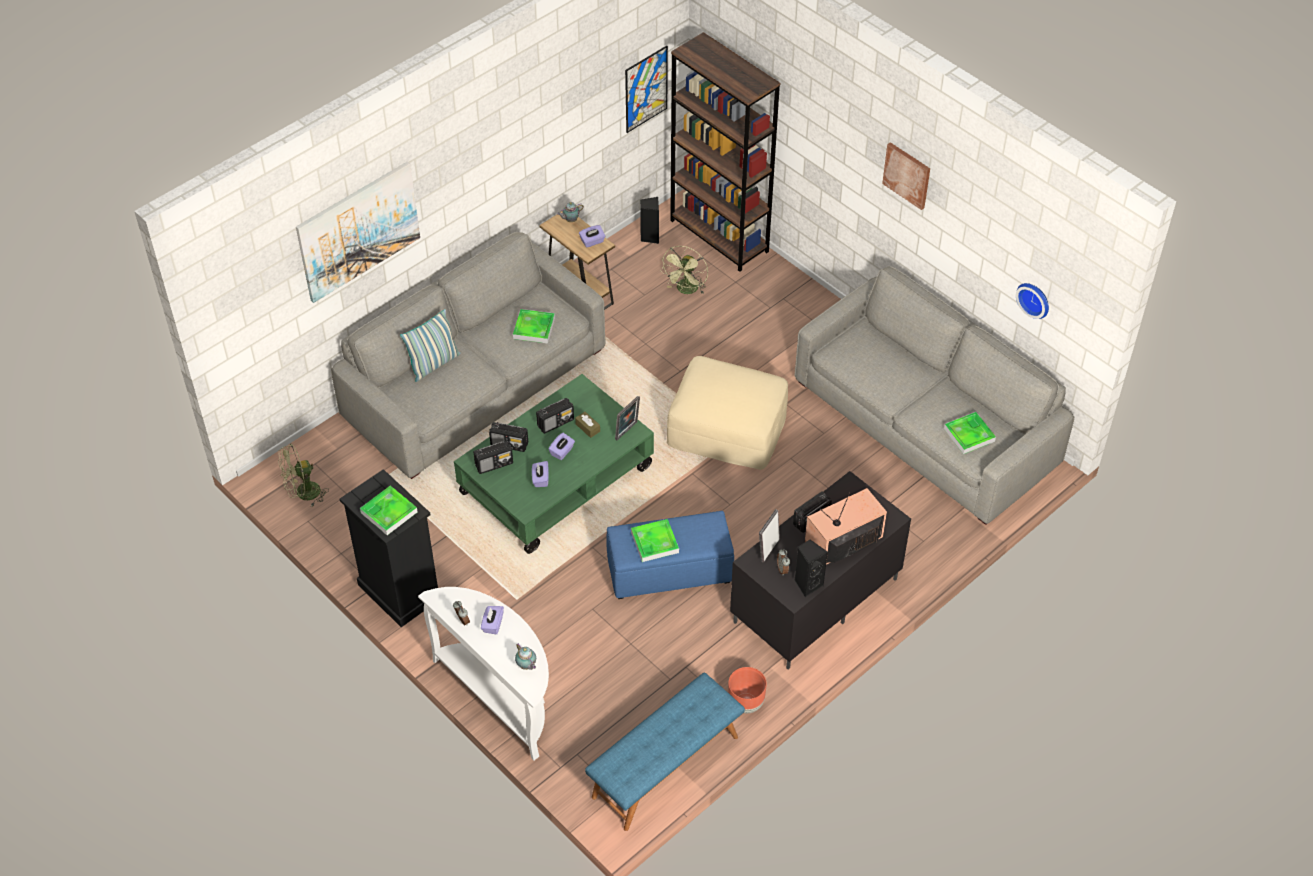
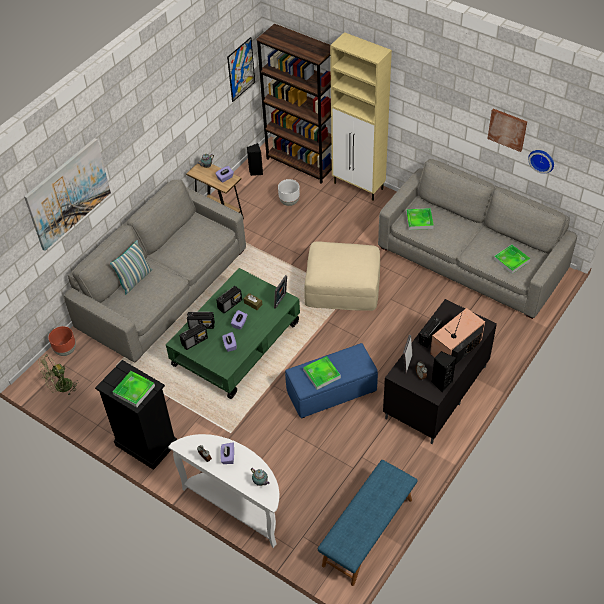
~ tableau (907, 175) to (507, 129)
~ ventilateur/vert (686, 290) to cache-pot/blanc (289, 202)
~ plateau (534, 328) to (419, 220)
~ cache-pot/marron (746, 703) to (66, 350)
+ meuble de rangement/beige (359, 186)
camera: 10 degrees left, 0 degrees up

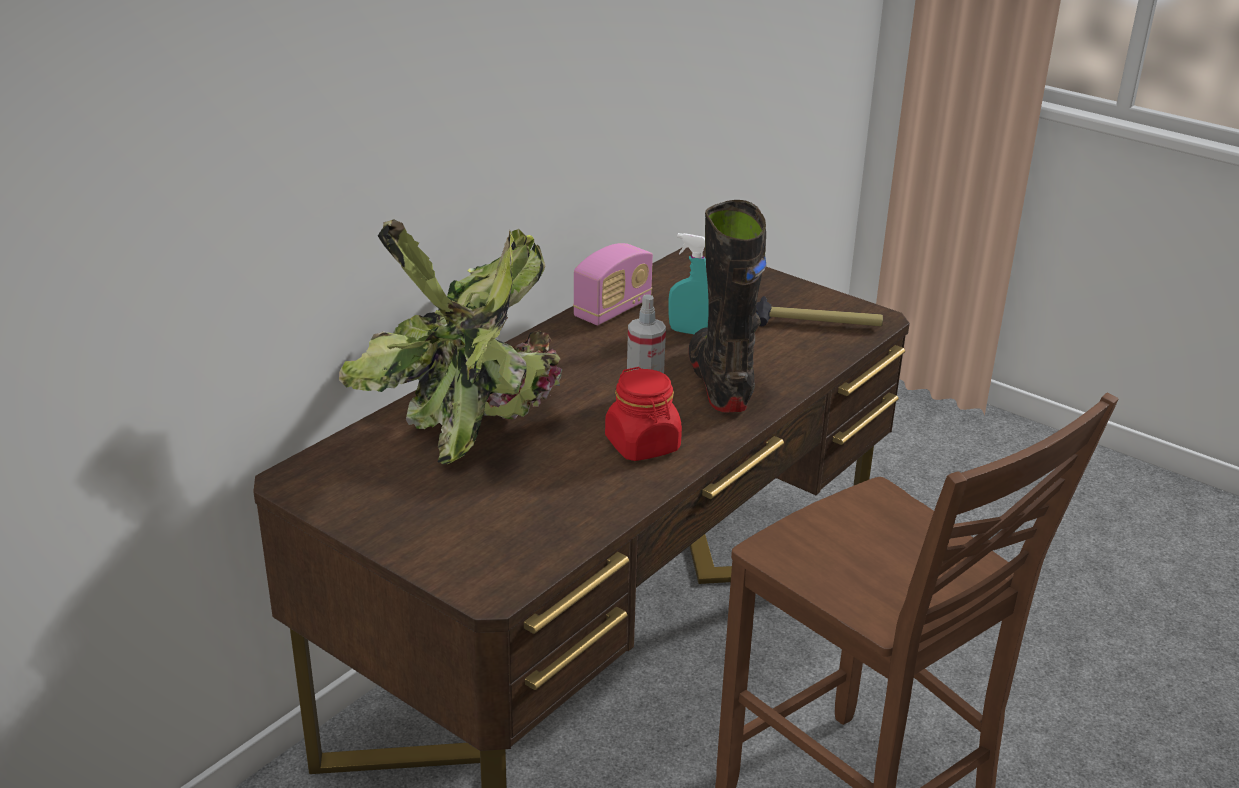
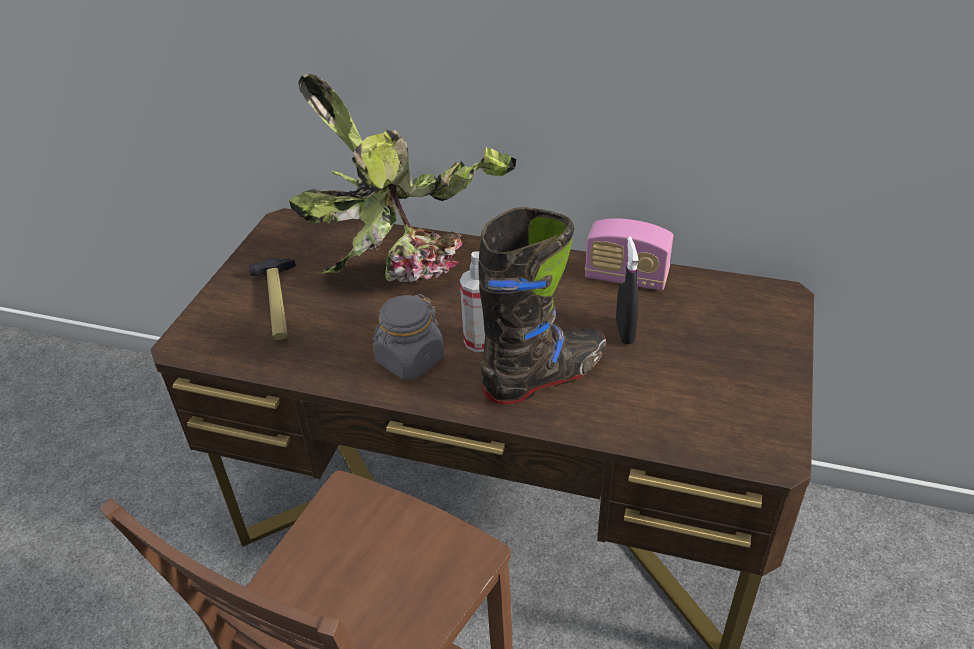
~ vaporisateur/turquoise (689, 332) to vaporisateur/noir (624, 332)
~ marteau (817, 323) to (277, 304)
~ bocal/rouge (643, 445) to bocal/gris (410, 360)
camera: 70 degrees right, 10 degrees up

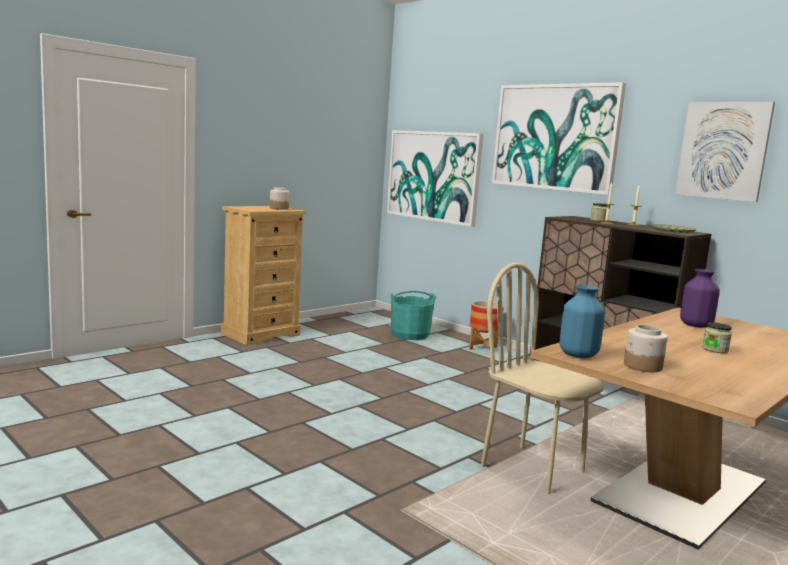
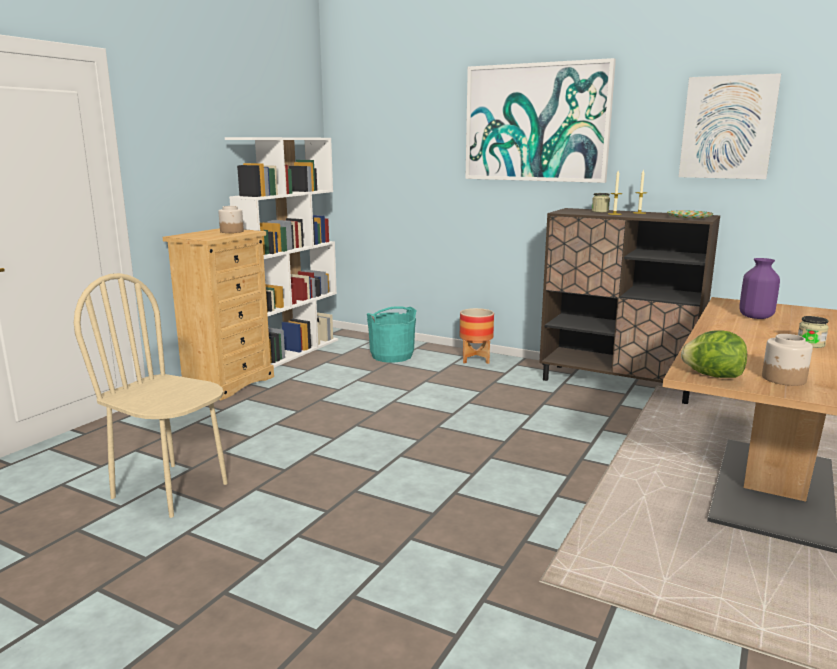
- tableau (433, 176)
~ chaise/beige (533, 469) to (171, 490)
~ vase/bleu (578, 355) to laitue (712, 376)
+ bibliothèque/blanc (293, 351)
camera: 15 degrees left, 5 degrees up

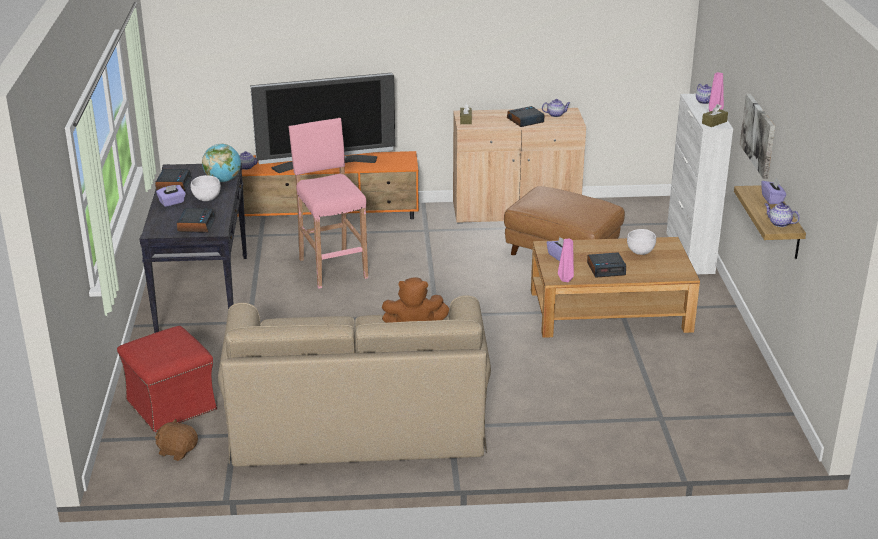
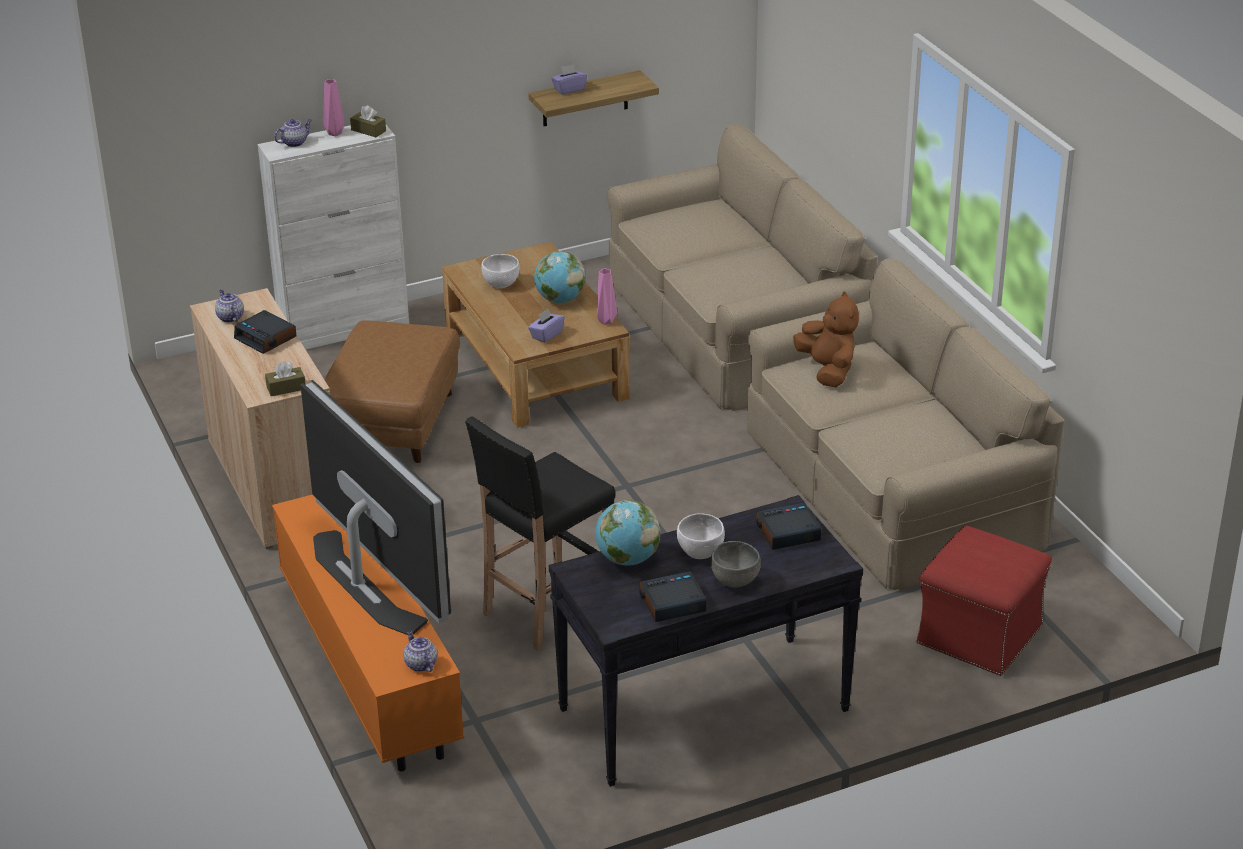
- tableau (759, 135)
~ tabouret/rose (332, 268) to tabouret/noir (546, 610)
~ boîte à mouchoirs/violet (172, 202) to bol/gris (734, 581)
- théière (779, 223)
~ réveil (606, 269) to globe (560, 299)
- peluche/marron (177, 451)
+ canapé/beige (735, 327)
camera: 110 degrees left, 5 degrees up

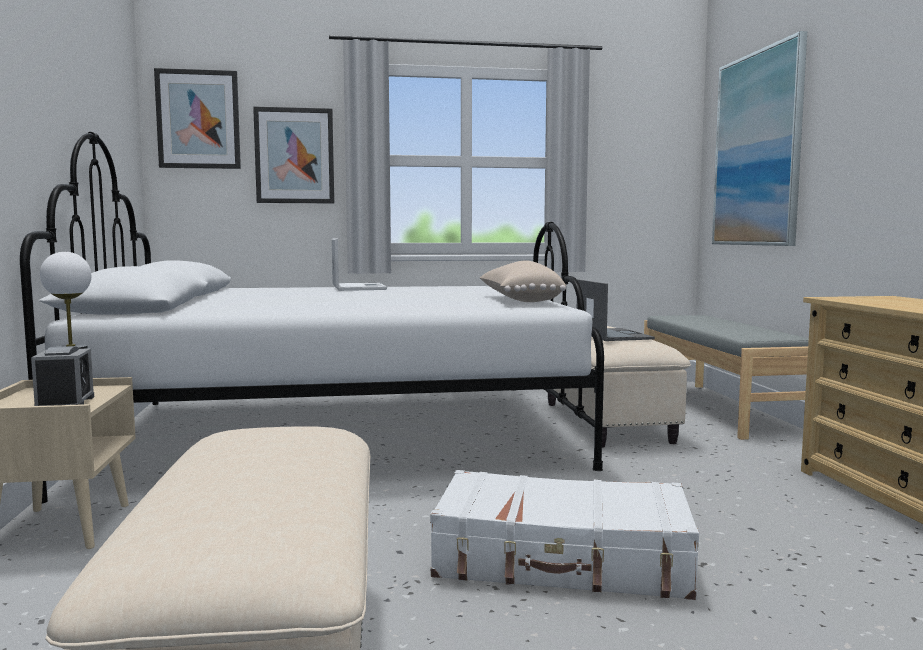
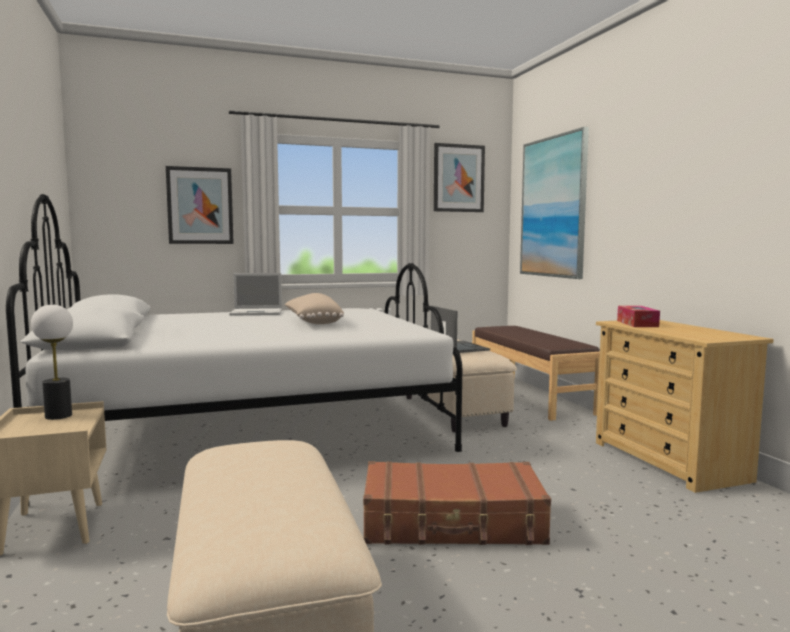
~ tableau (198, 119) to (458, 178)
~ ordinateur portable (358, 288) = (257, 312) 105 degrees clockwise
~ coussin/beige (519, 300) to (312, 322)
~ banc/gris (718, 409) to banc/marron (530, 396)
- réveil (65, 403)
~ valise/blanc (562, 560) to valise/marron (452, 523)
+ boîte à mouchoirs (637, 323)
camera: 10 degrees left, 0 degrees up

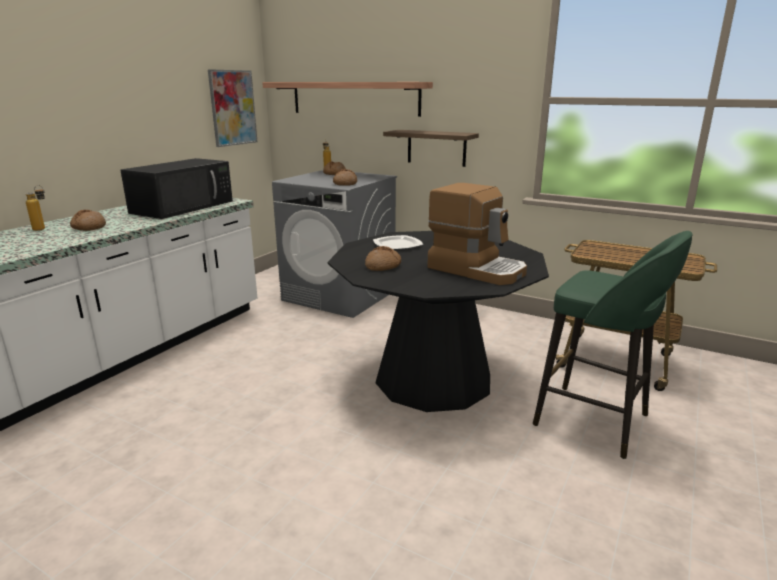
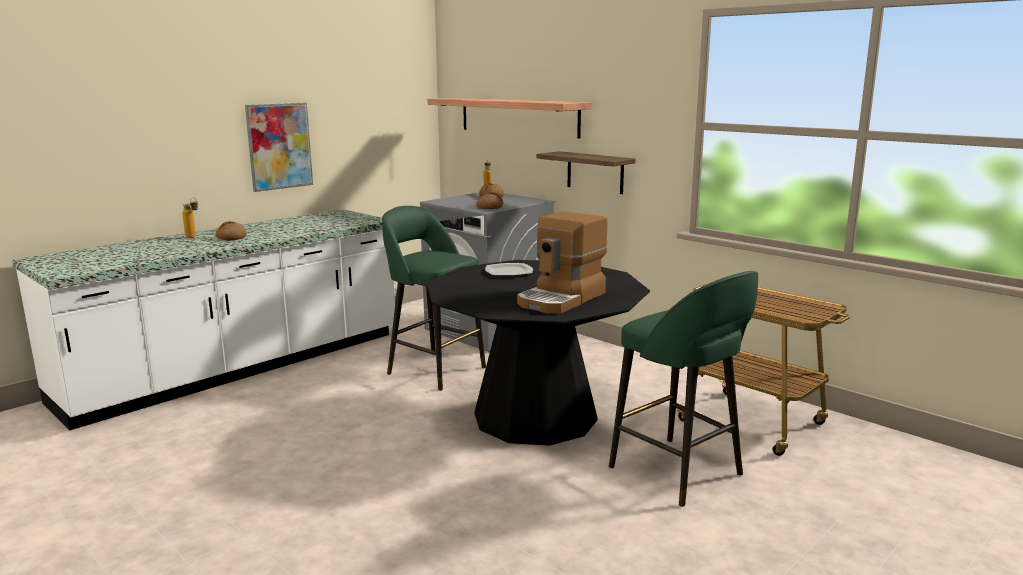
~ tableau (233, 108) to (279, 146)
- micro-ondes/noir (183, 206)
~ machine à café (477, 269) = (562, 299) 75 degrees clockwise
- pain (383, 266)
+ tabouret/vert (434, 370)
camera: 15 degrees right, 5 degrees down

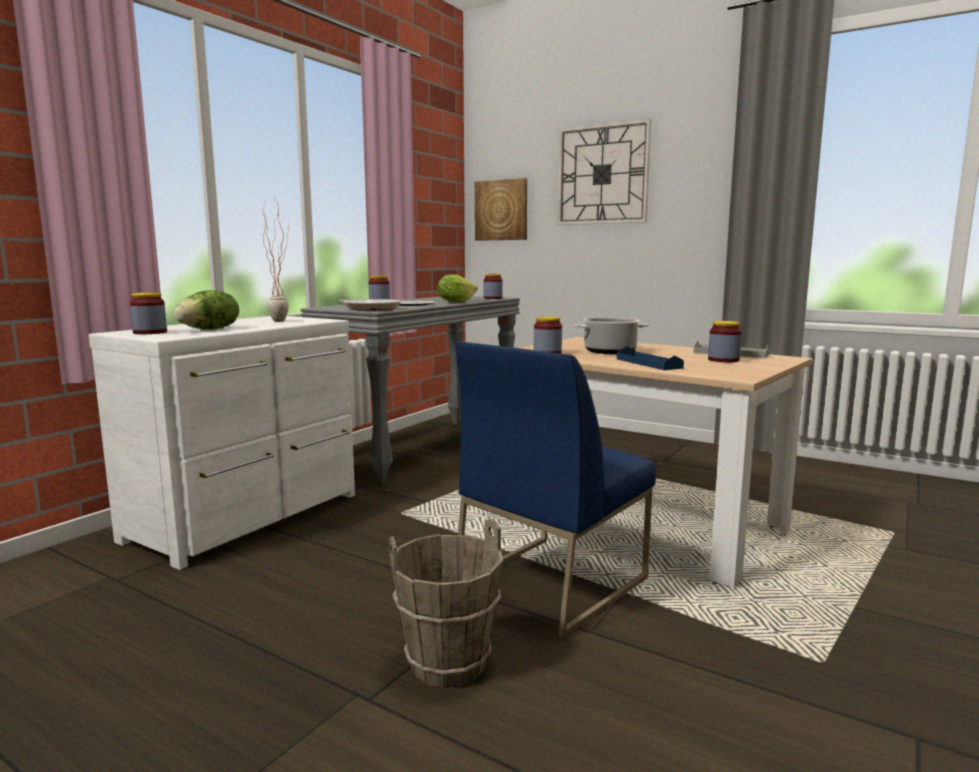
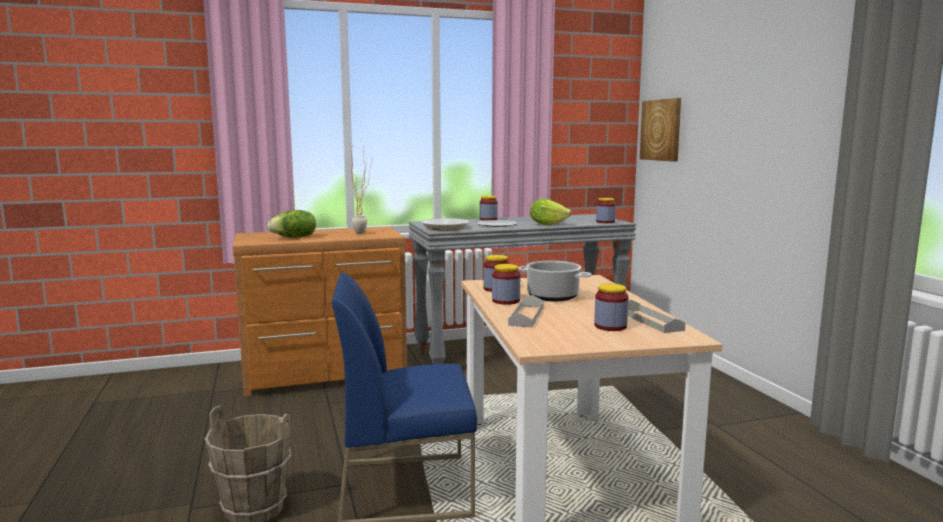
- horloge murale (602, 174)
~ bocal (150, 332) to (506, 301)
~ commode/blanc (250, 517) to commode/marron (326, 375)
~ plateau/bleu (648, 363) to plateau/gris (526, 316)
camera: 40 degrees right, 0 degrees up

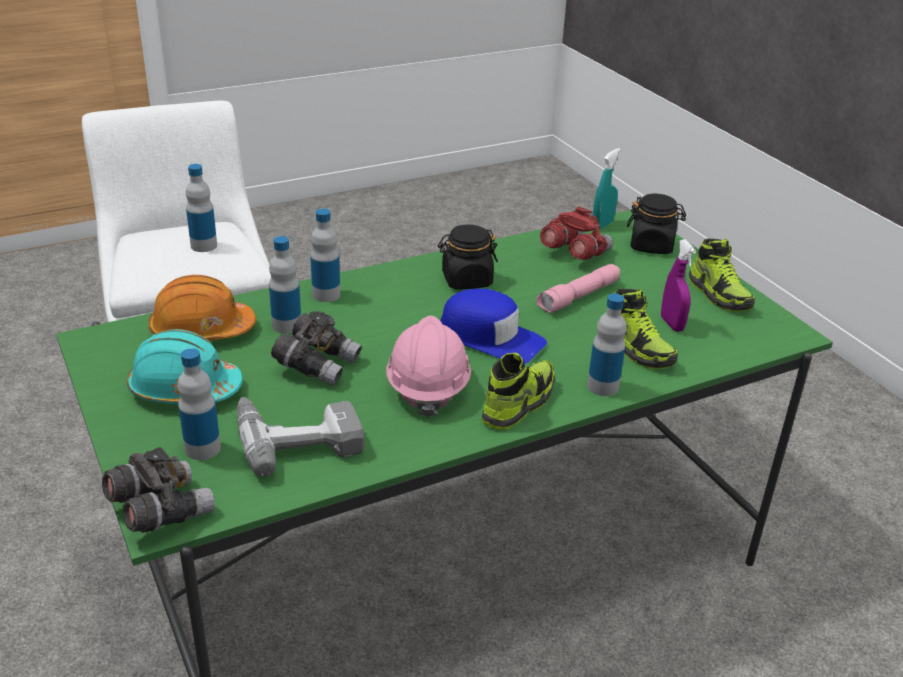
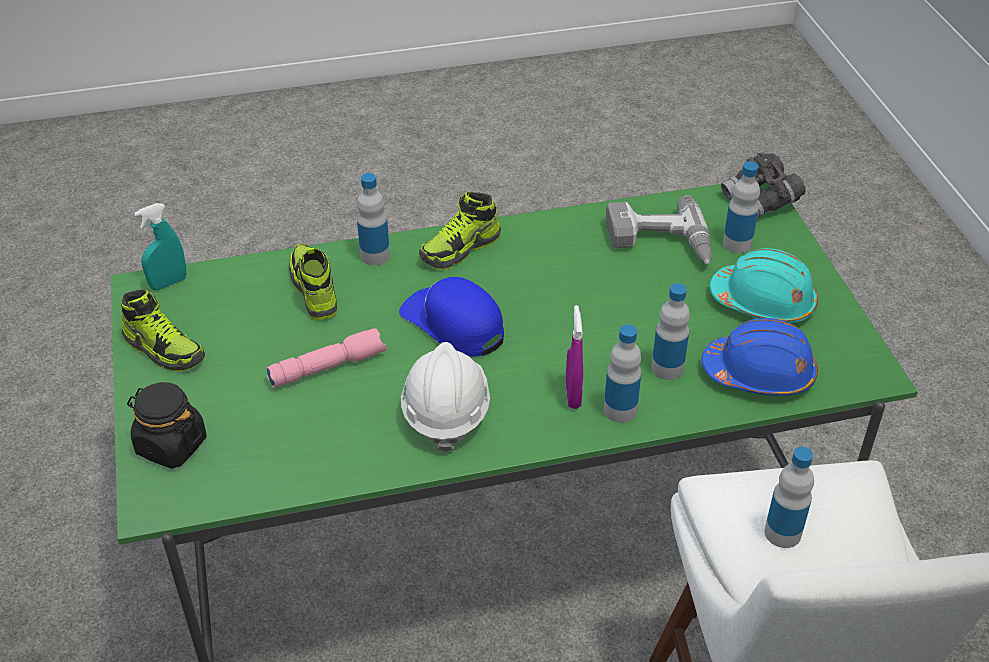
~ vaporisateur/turquoise (602, 225) to (168, 283)
- jumelles/rouge (574, 254)
~ bocal/noir (466, 280) to casque de chantier/blanc (445, 412)
~ vaporisateur/violet (672, 324) to (573, 395)
~ chaussure (719, 294) = (164, 349) 135 degrees clockwise
~ casque de chantier/orange (201, 330) to casque de chantier/bleu (759, 373)
- jumelles/gris (317, 365)
- casque de chantier/rose (427, 387)
camera: 165 degrees left, 10 degrees up

